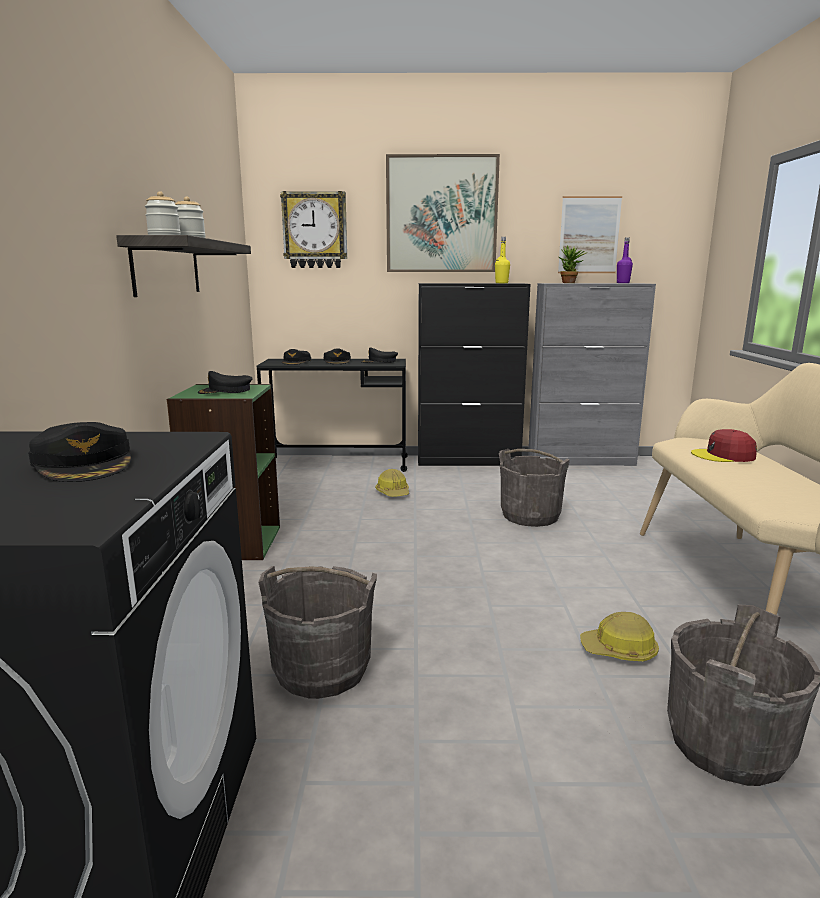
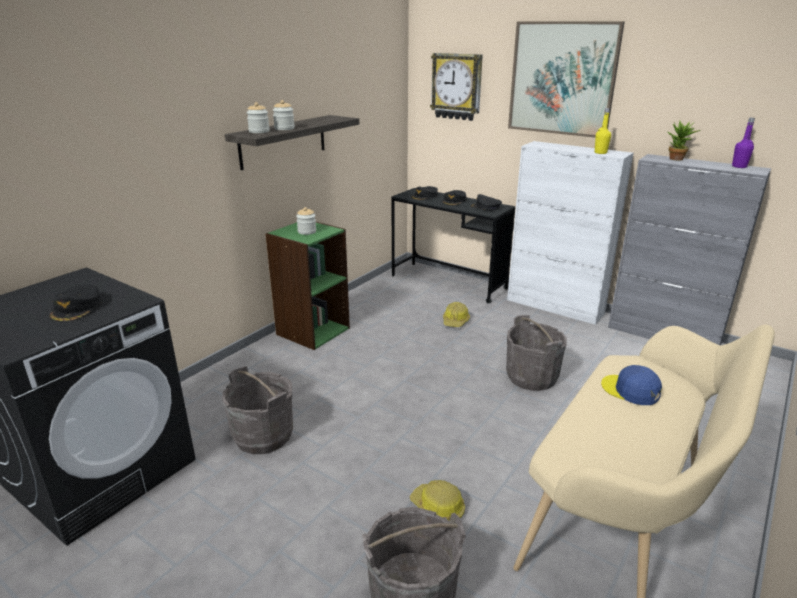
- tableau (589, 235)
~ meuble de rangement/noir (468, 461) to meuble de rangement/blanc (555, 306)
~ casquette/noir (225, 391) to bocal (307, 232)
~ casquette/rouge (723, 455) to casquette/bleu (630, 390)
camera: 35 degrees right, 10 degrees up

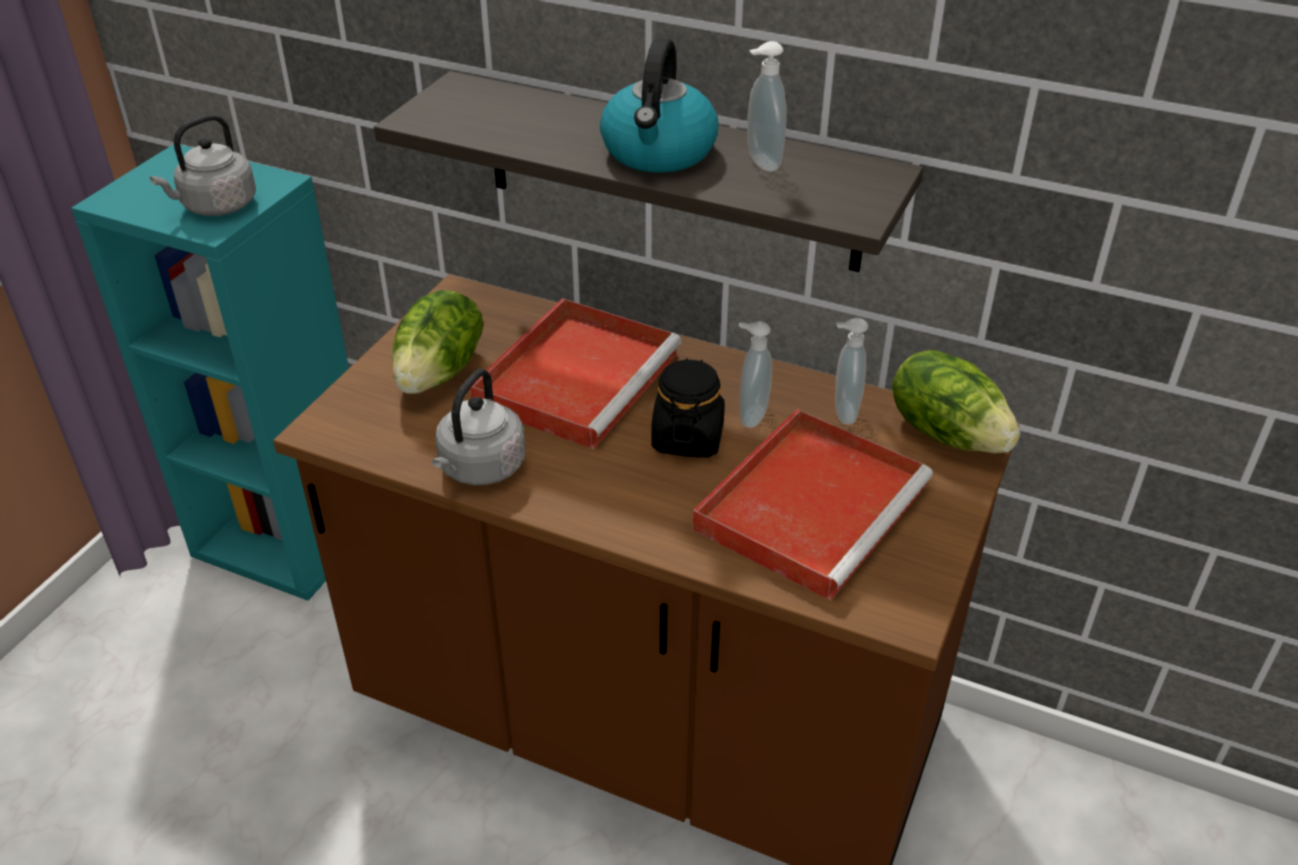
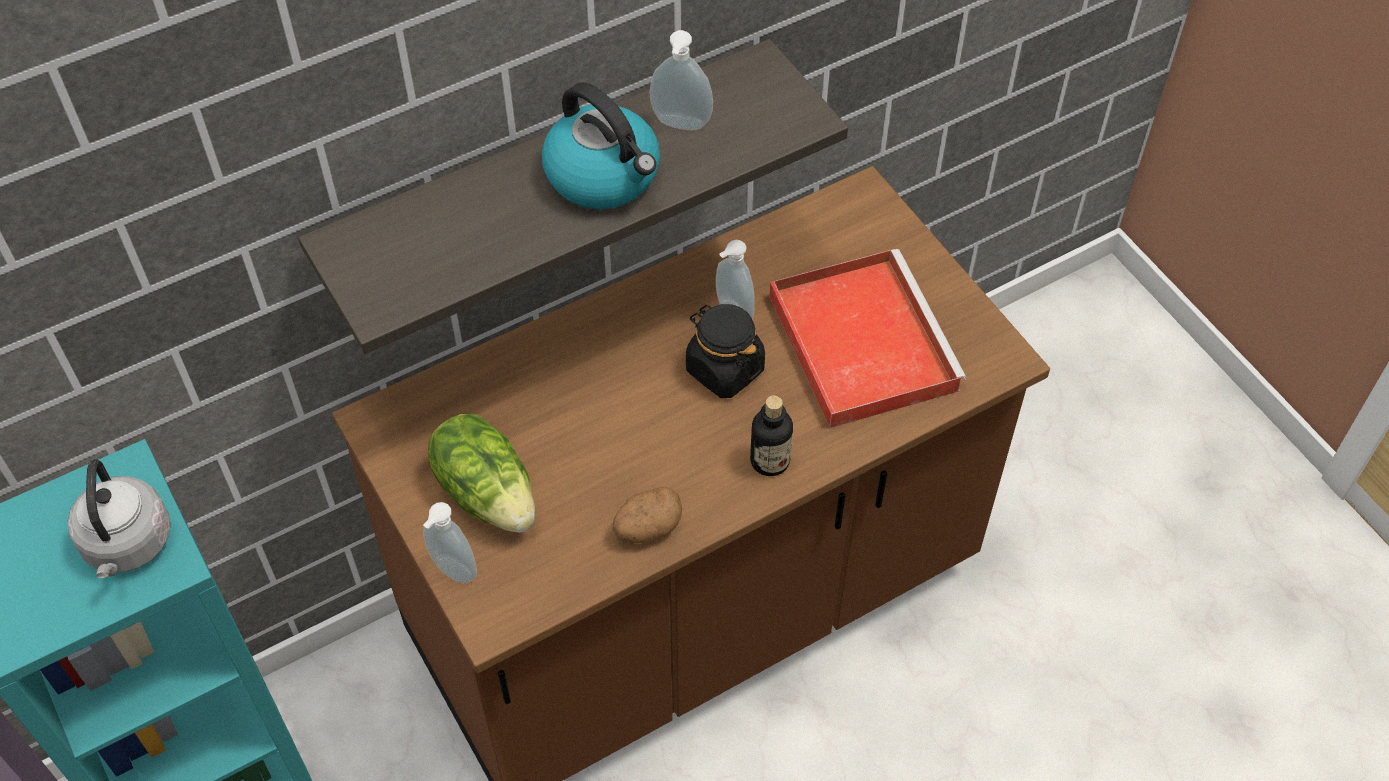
- plateau/rouge (578, 376)
~ distributeur de savon (842, 413) to (452, 572)
- laitue (947, 432)
~ bouilloire/gris (480, 469) to pomme de terre (647, 528)
+ bouteille (770, 461)
camera: 55 degrees left, 15 degrees up

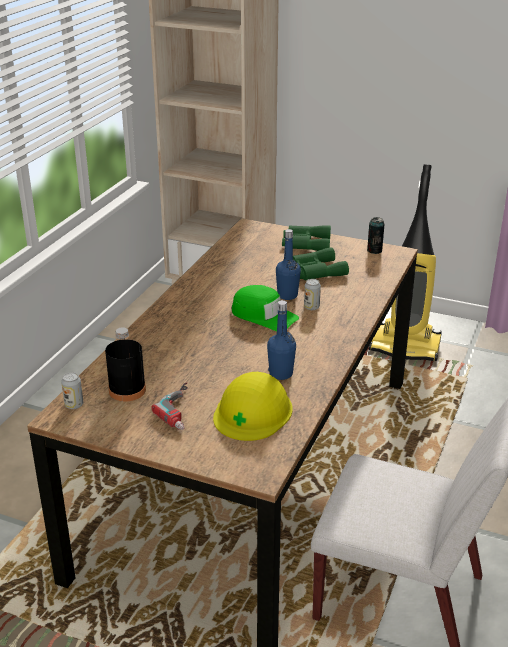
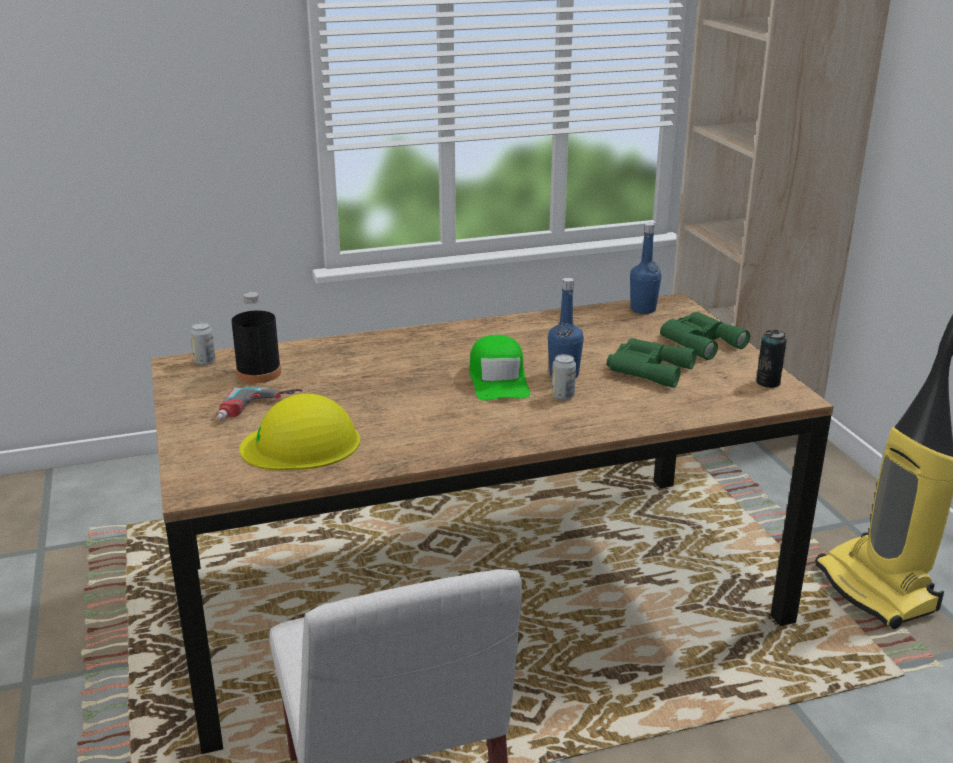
~ bouteille/bleu (281, 373) to (643, 309)
camera: 50 degrees right, 5 degrees down

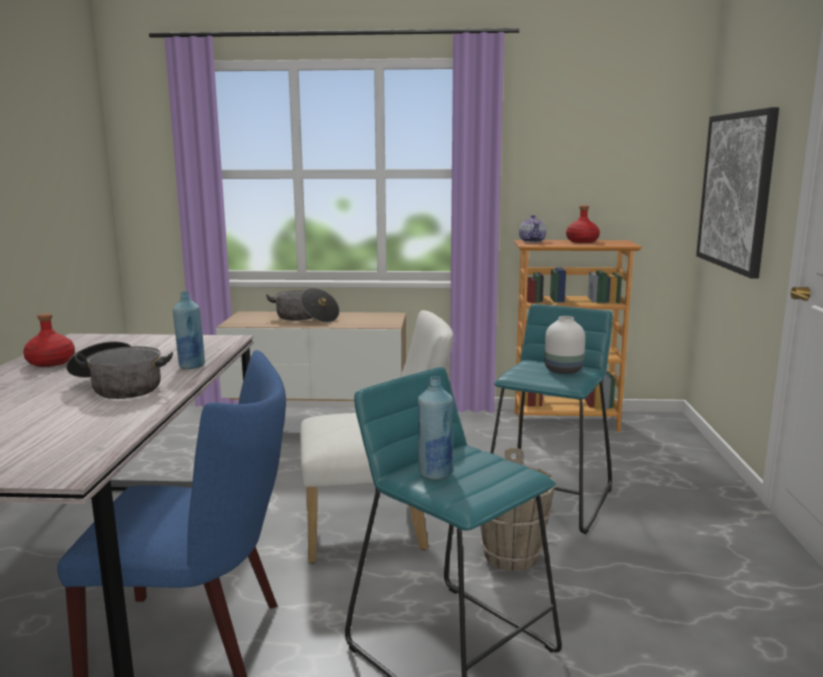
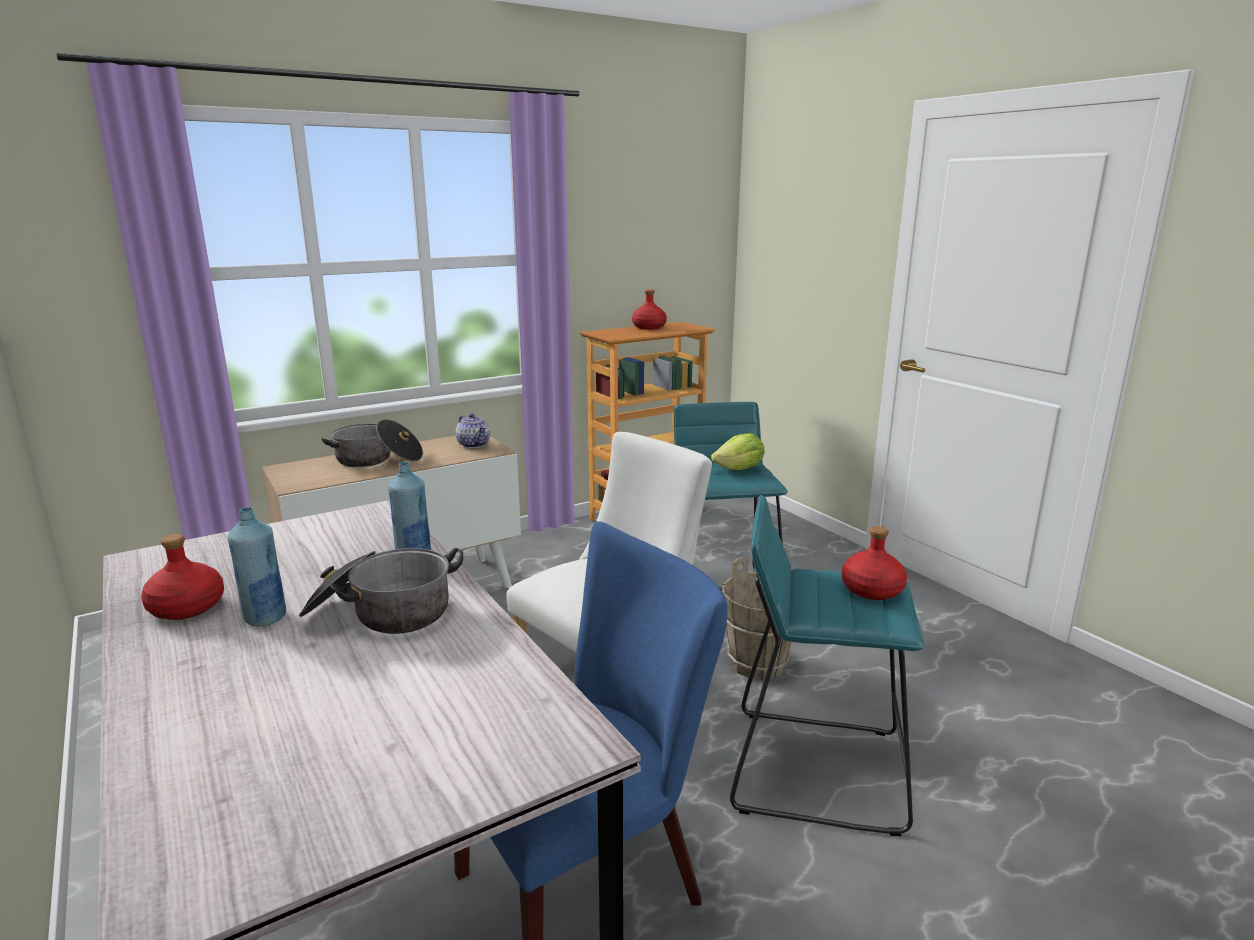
- tableau (736, 191)
~ théière (532, 241) to (473, 444)
~ vase/blanc (564, 371) to laitue (739, 469)
~ bouteille/bleu (435, 473) to (265, 618)
+ bouteille/rouge (871, 590)
camera: 35 degrees left, 5 degrees up

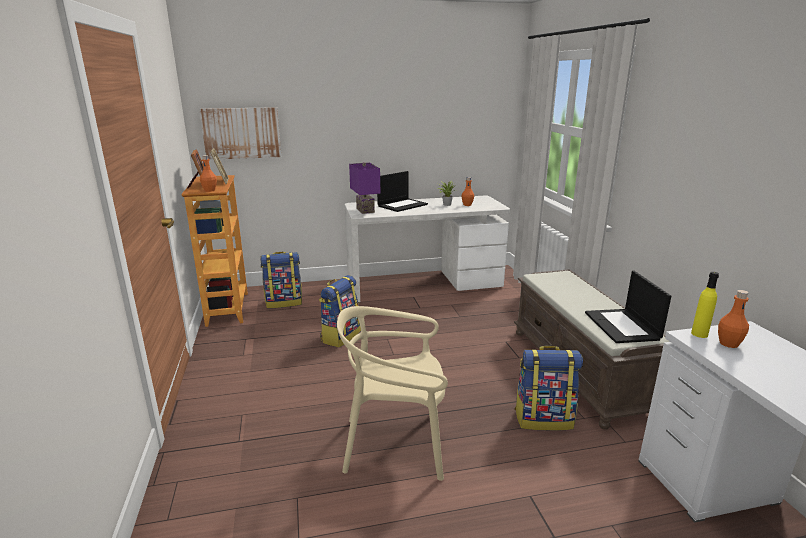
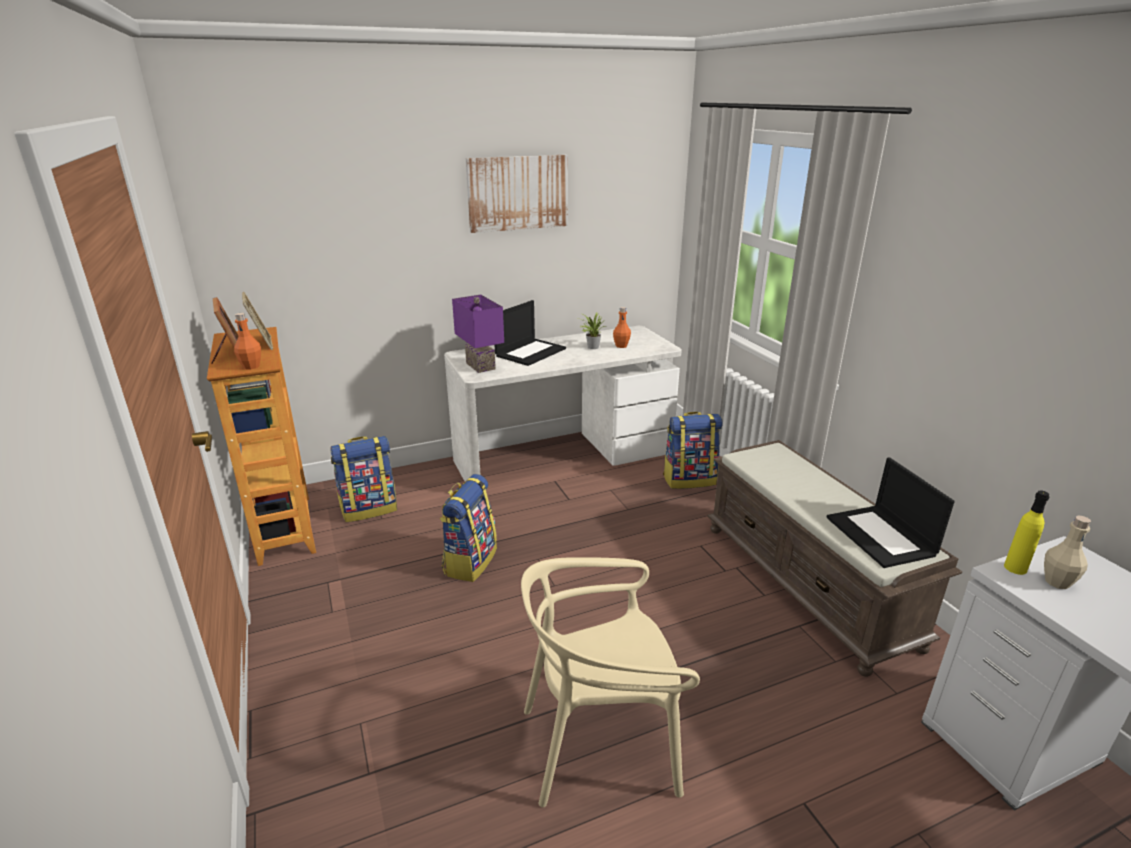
~ tableau (242, 133) to (518, 193)
~ bouteille/orange (728, 344) to bouteille/beige (1057, 582)
~ sac à dos (544, 419) to (689, 479)
camera: 10 degrees left, 5 degrees up

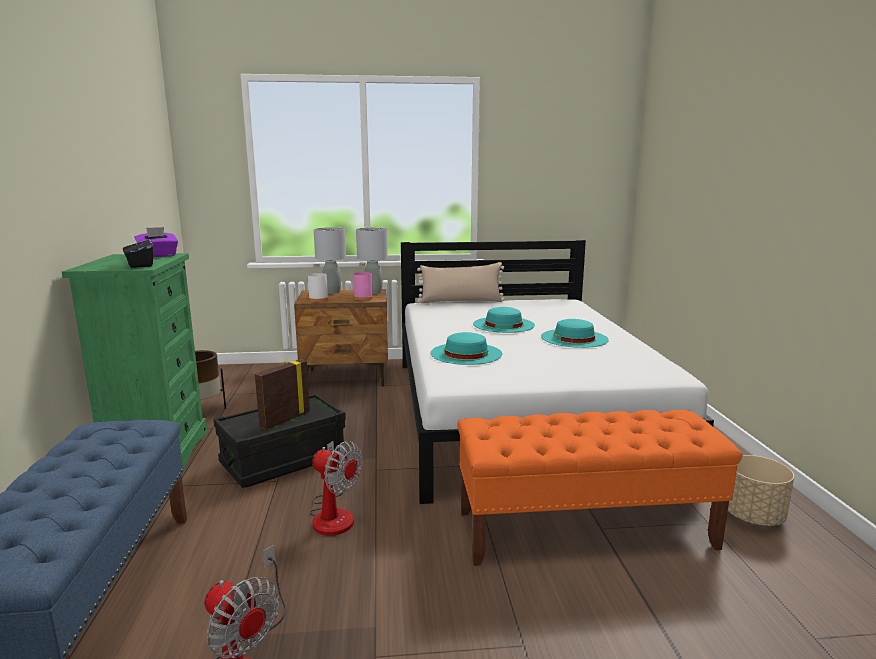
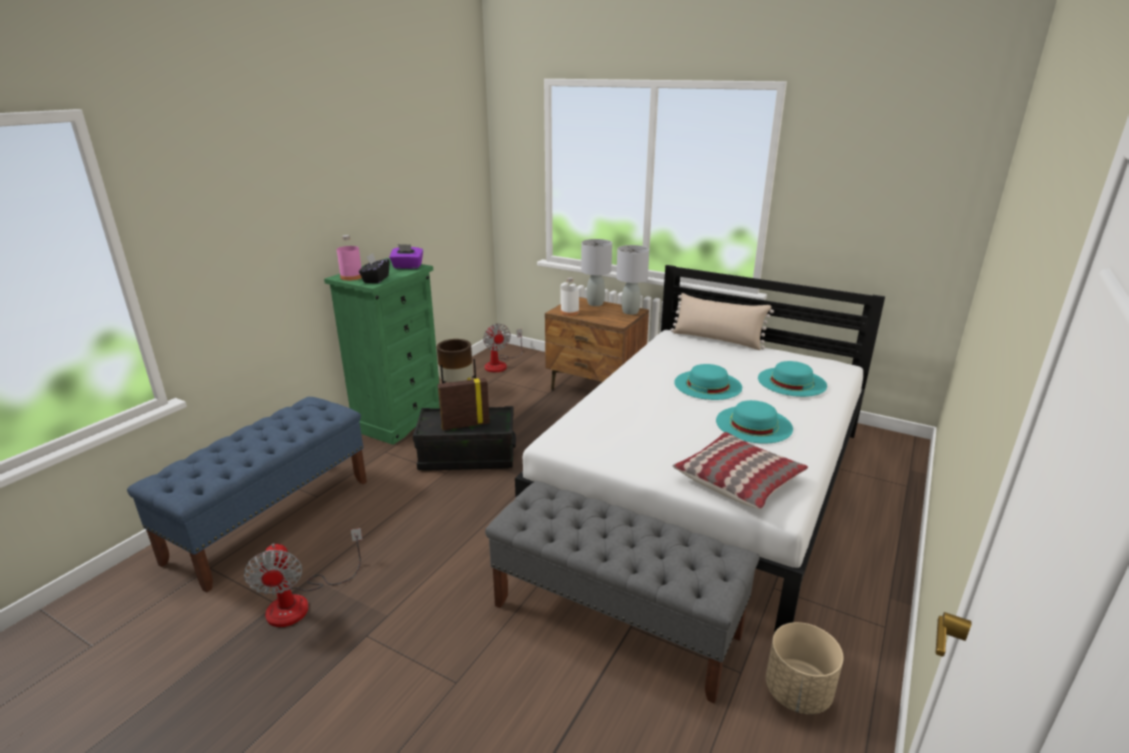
~ bouteille/rose (363, 298) to (351, 277)
~ chapeau/turquoise (466, 353) to (791, 381)
~ banc/orange (585, 529) to banc/gris (615, 620)
~ ventilateur (333, 514) to (500, 364)
+ coussin (738, 480)
camera: 35 degrees right, 10 degrees up

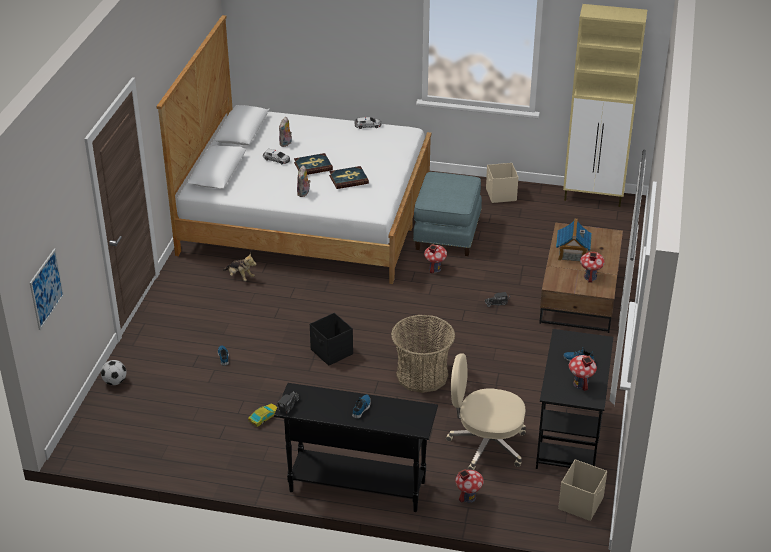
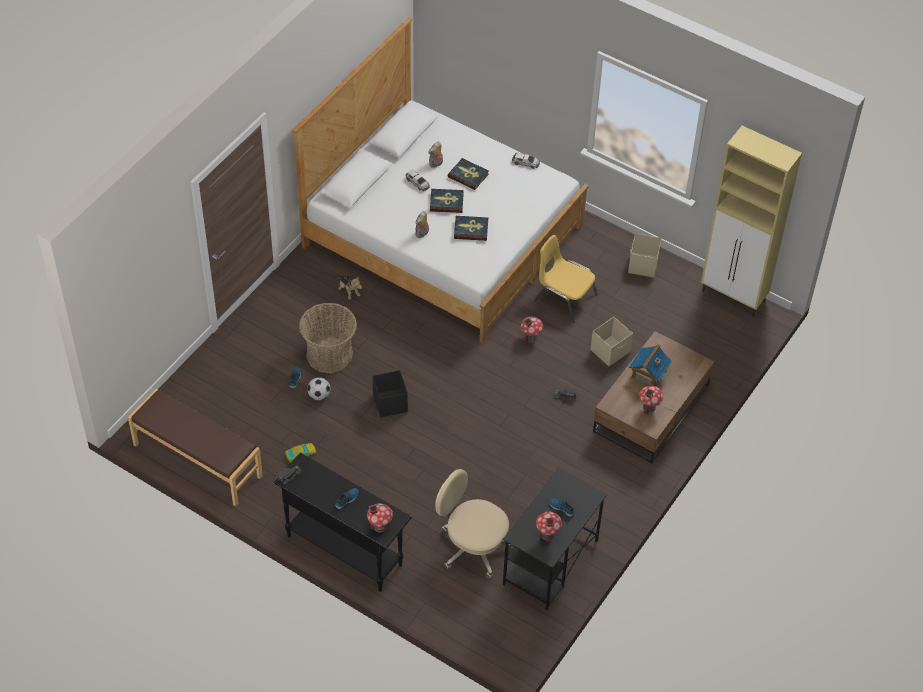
~ pouf/bleu (446, 233) to chaise/jaune (564, 297)
- tableau (46, 289)
~ panier (422, 375) to (329, 355)
~ ballon de foot (115, 382) to (319, 395)
~ boîte de rangement/beige (581, 503) to (610, 351)
~ maison miniature (468, 497) to (380, 526)
+ livre (468, 175)
+ banc/marron (197, 461)
camera: 20 degrees right, 15 degrees up

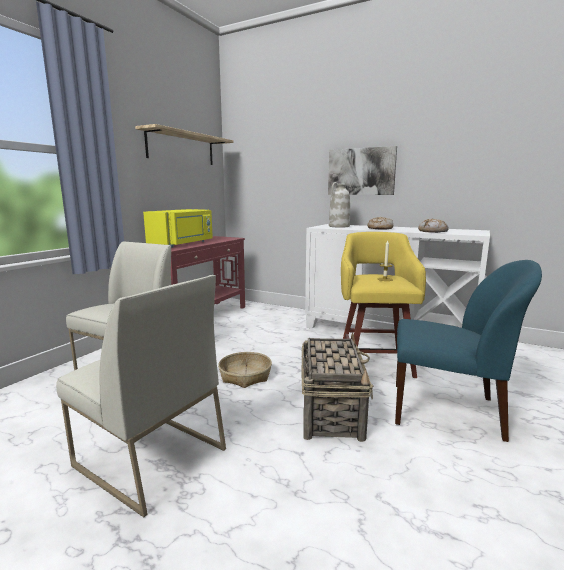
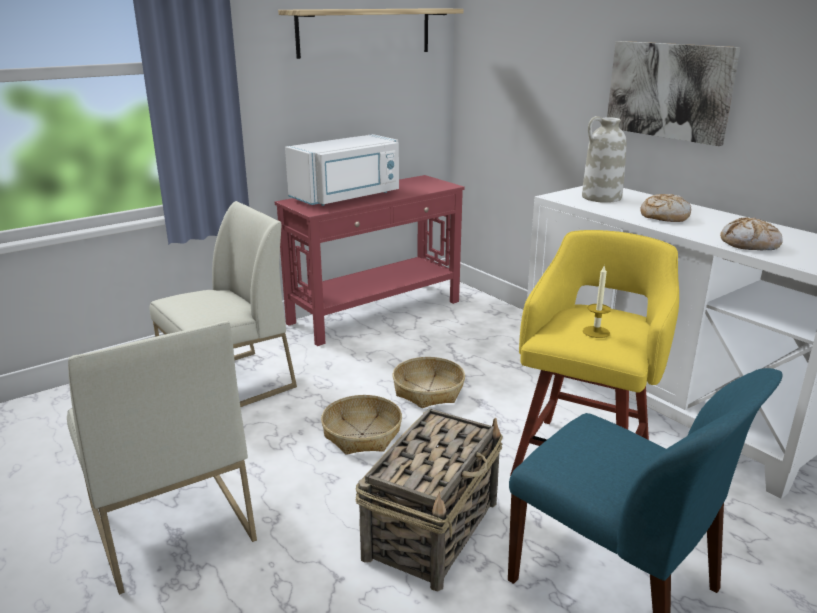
~ micro-ondes/jaune (183, 244) to micro-ondes/blanc (348, 197)
+ panier (428, 391)
camera: 25 degrees right, 10 degrees up

